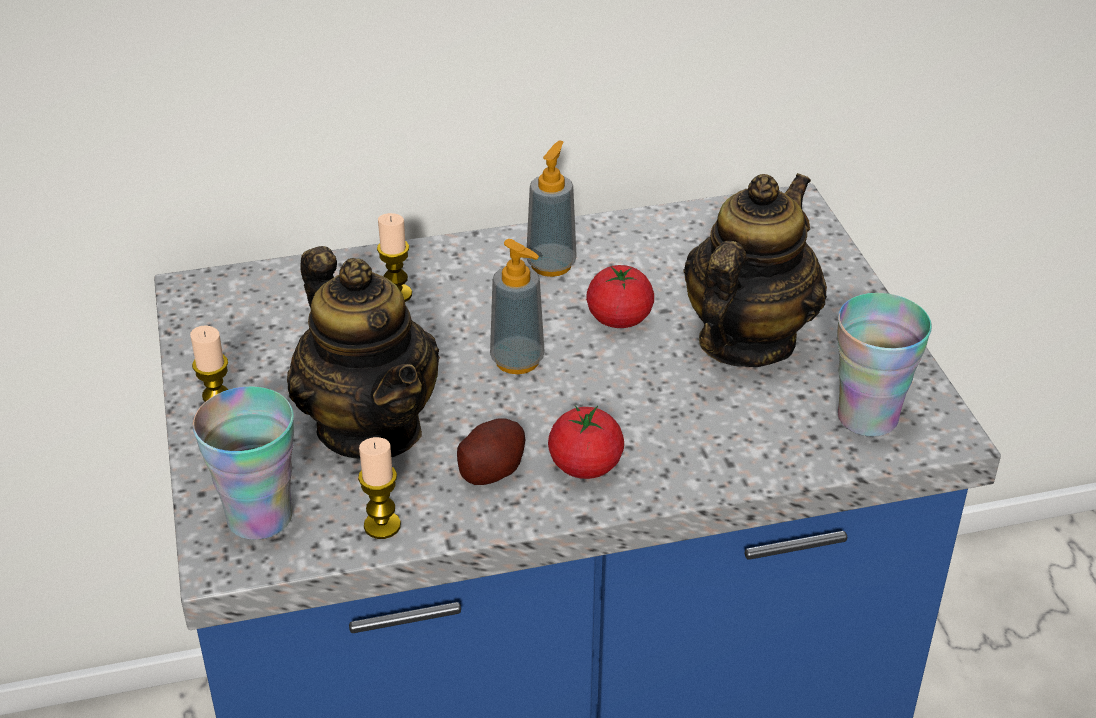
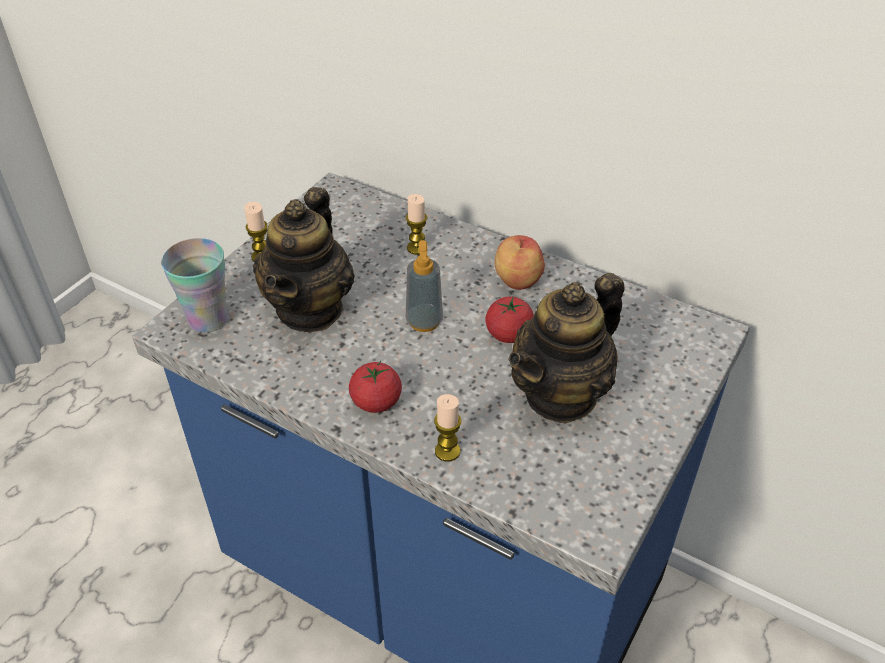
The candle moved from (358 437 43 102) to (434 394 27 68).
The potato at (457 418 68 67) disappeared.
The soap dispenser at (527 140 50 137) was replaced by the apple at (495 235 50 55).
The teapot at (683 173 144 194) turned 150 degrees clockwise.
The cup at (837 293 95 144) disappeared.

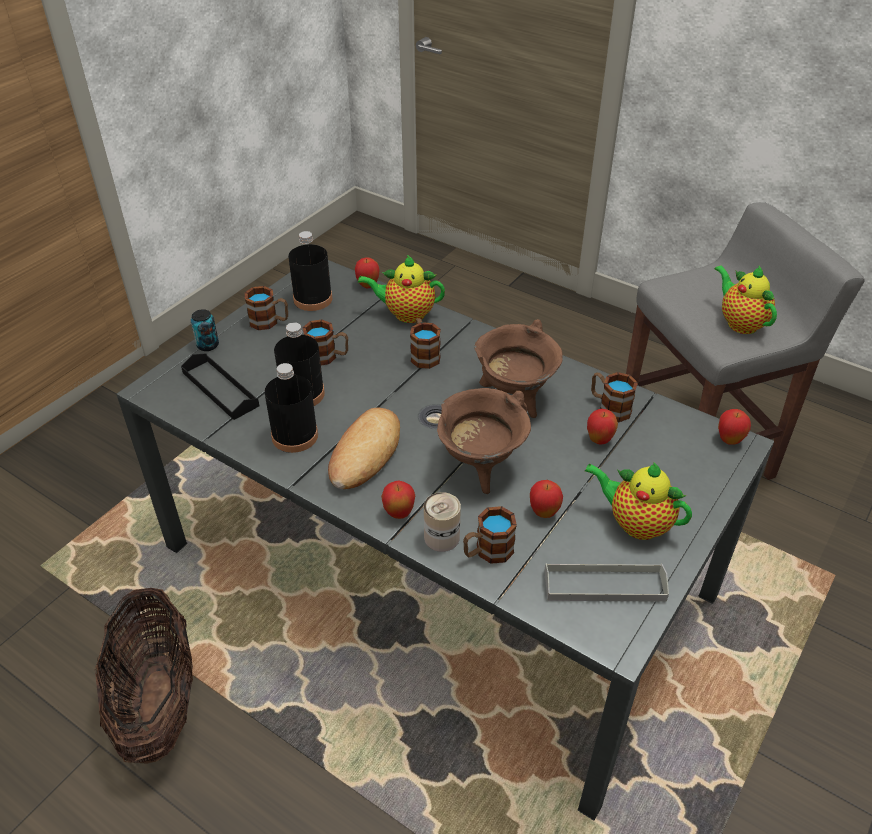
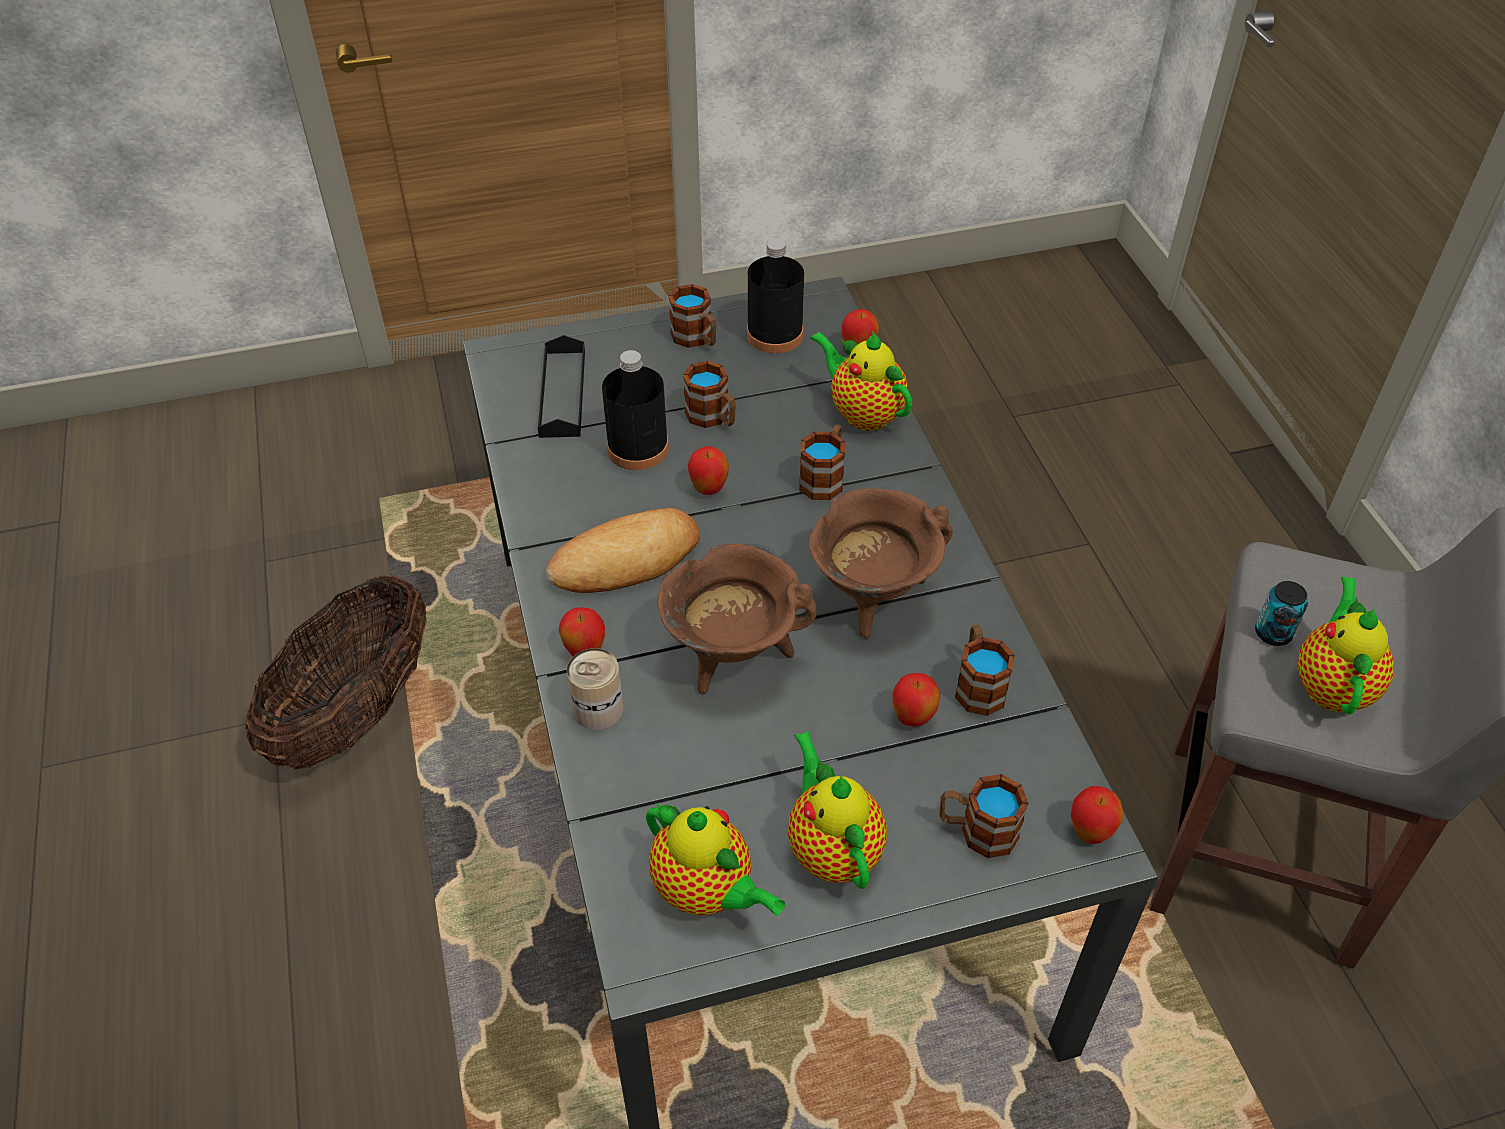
The can moved from (191 309 28 42) to (1255 581 53 65).
The black bottle at (264 363 54 90) disappeared.
The mug moved from (463 506 54 58) to (940 774 89 84).
The apple moved from (530 480 33 38) to (688 446 41 49).
The grey tray at (544 563 125 39) was replaced by the teapot at (646 803 139 113).

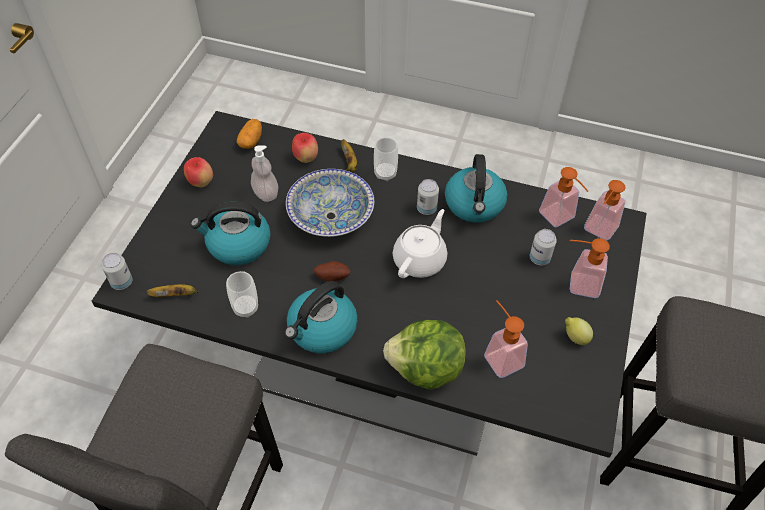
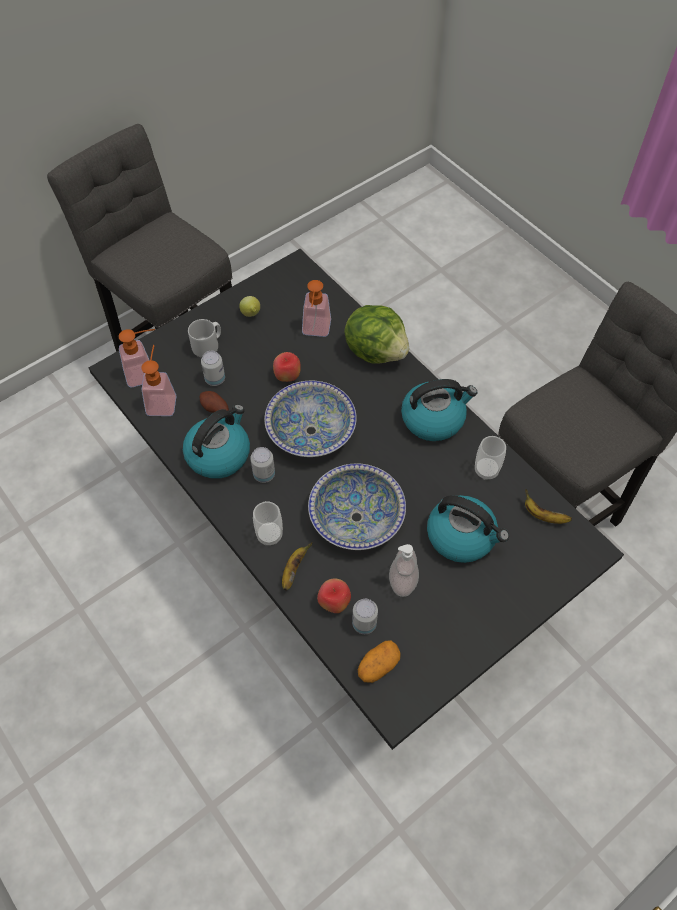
The can moved from (102 253 30 37) to (352 599 26 35).
The apple moved from (184 157 29 30) to (273 352 28 30).
The potato moved from (314 261 37 20) to (200 391 29 22).
The white teapot at (393 209 54 69) was replaced by the bowl at (264 381 93 76).
The soap dispenser at (570 238 40 60) was replaced by the grey mug at (188 319 33 39).

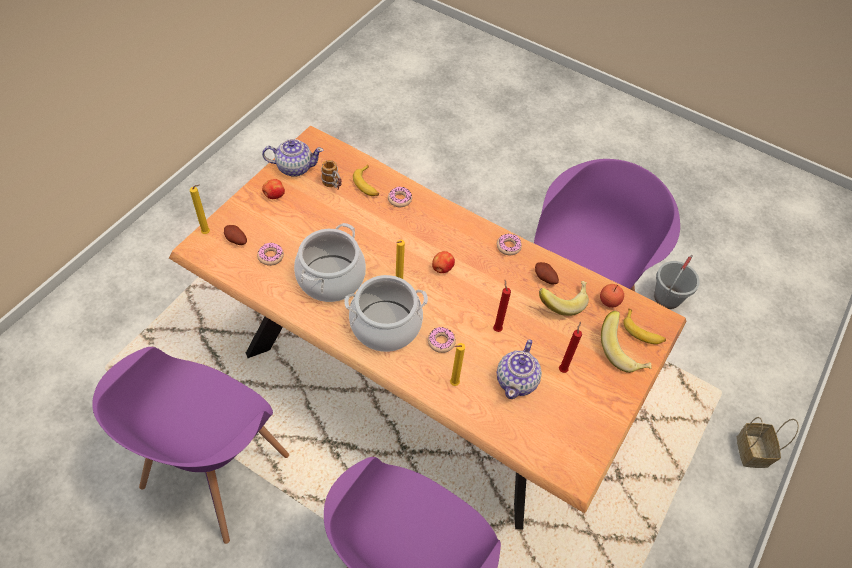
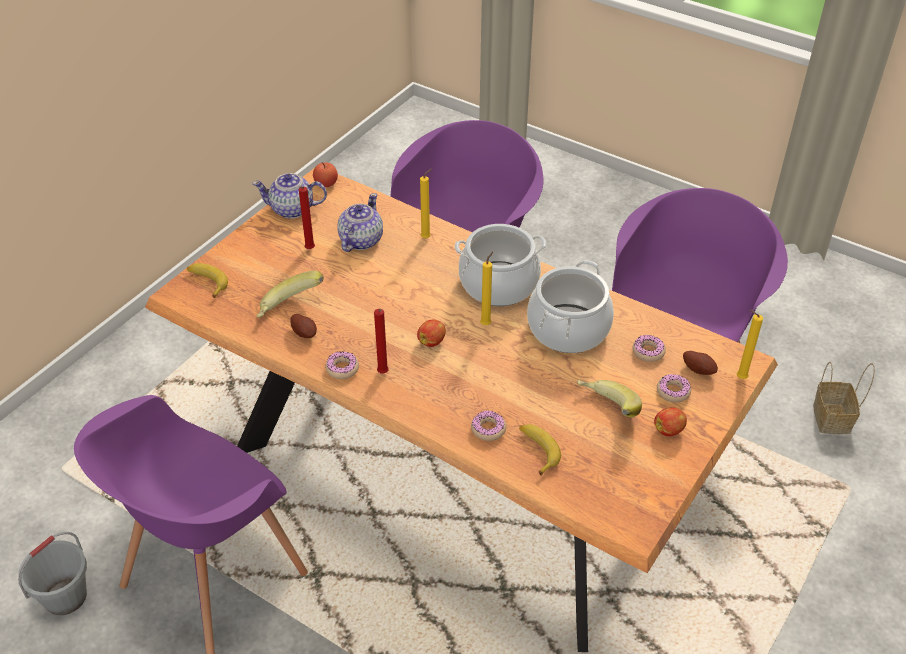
The teapot moved from (262 139 62 38) to (252 173 75 46).
The mug at (321 160 21 29) disappeared.
The donut moved from (428 327 28 26) to (657 374 34 28).
The red candle moved from (493 280 18 52) to (374 309 15 65).
The apple moved from (600 284 24 24) to (313 162 25 25).
The banana moved from (601 311 50 62) to (577 380 65 37).
The basket moved from (737 417 62 51) to (813 362 62 72).

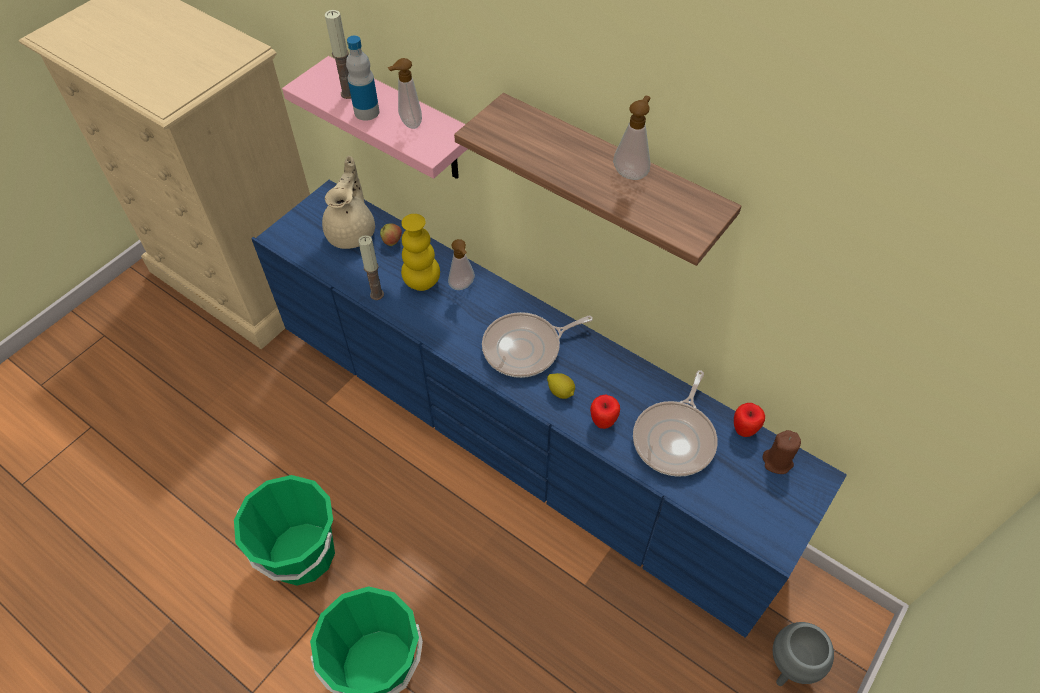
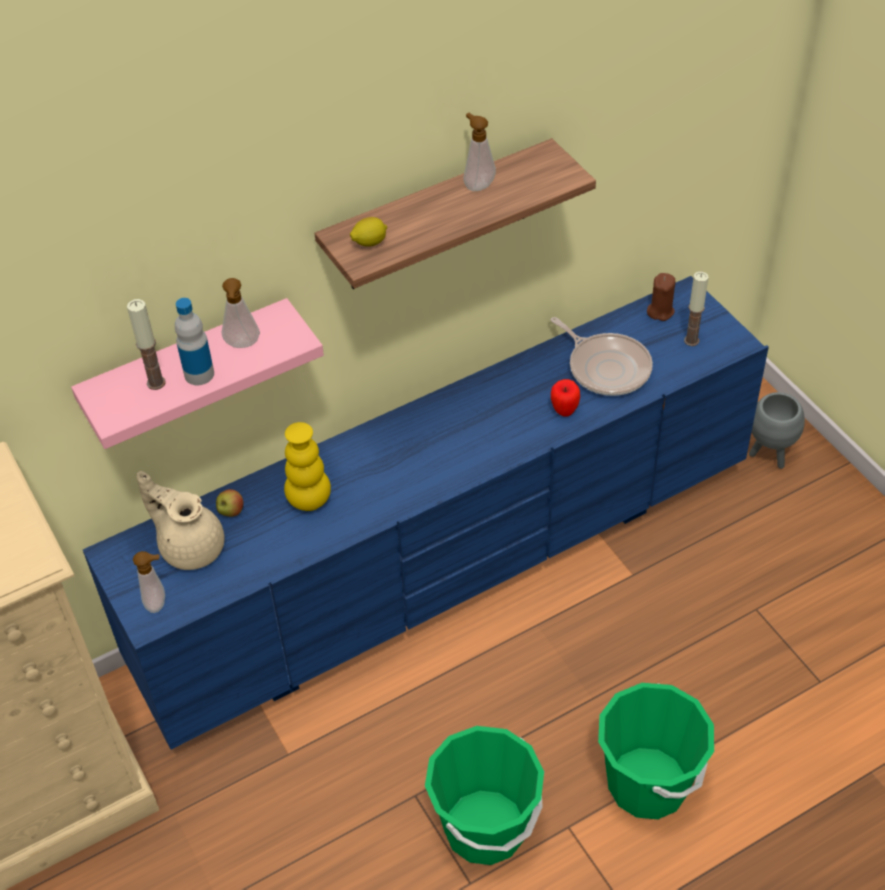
The candle moved from (358 235 26 65) to (684 271 24 75).
The soap dispenser moved from (448 239 27 51) to (133 551 32 62).
The frying pan at (482 312 111 66) disappeared.
The lemon moved from (547 373 28 26) to (350 217 37 30).
The apple at (734 403 31 34) disappeared.

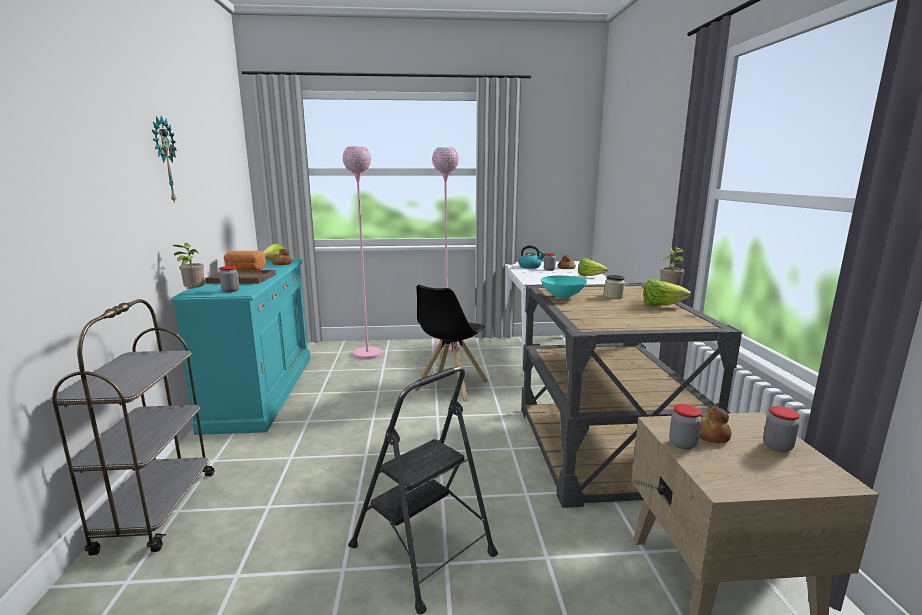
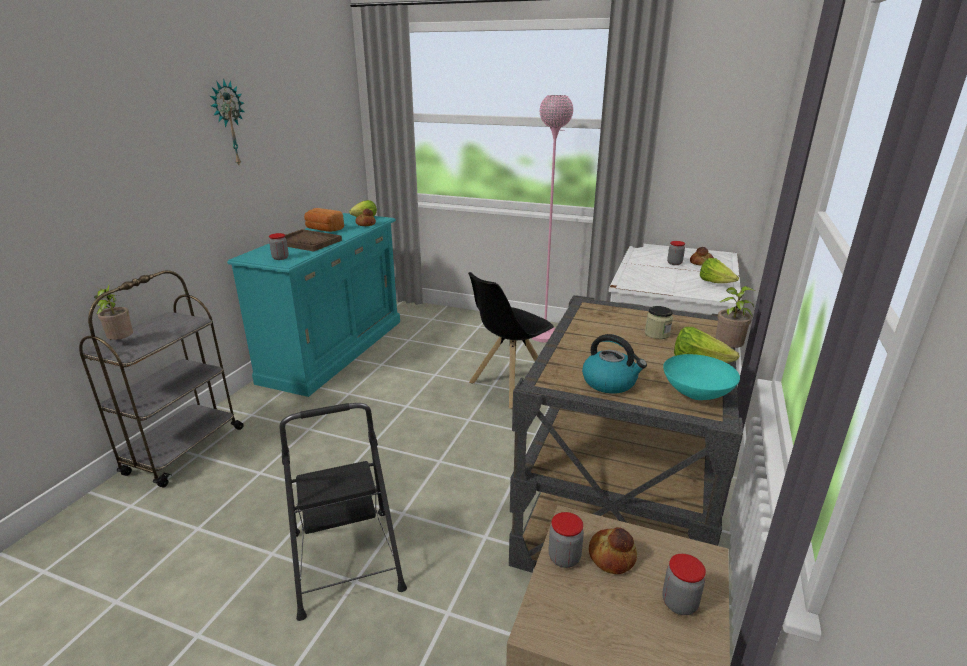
The potted plant moved from (173 243 32 49) to (93 285 40 55).
The pink floor lamp at (342 146 40 214) disappeared.
The kettle moved from (518 245 27 24) to (582 334 65 60).
The turquoise bowl moved from (541 276 46 22) to (663 354 77 46).

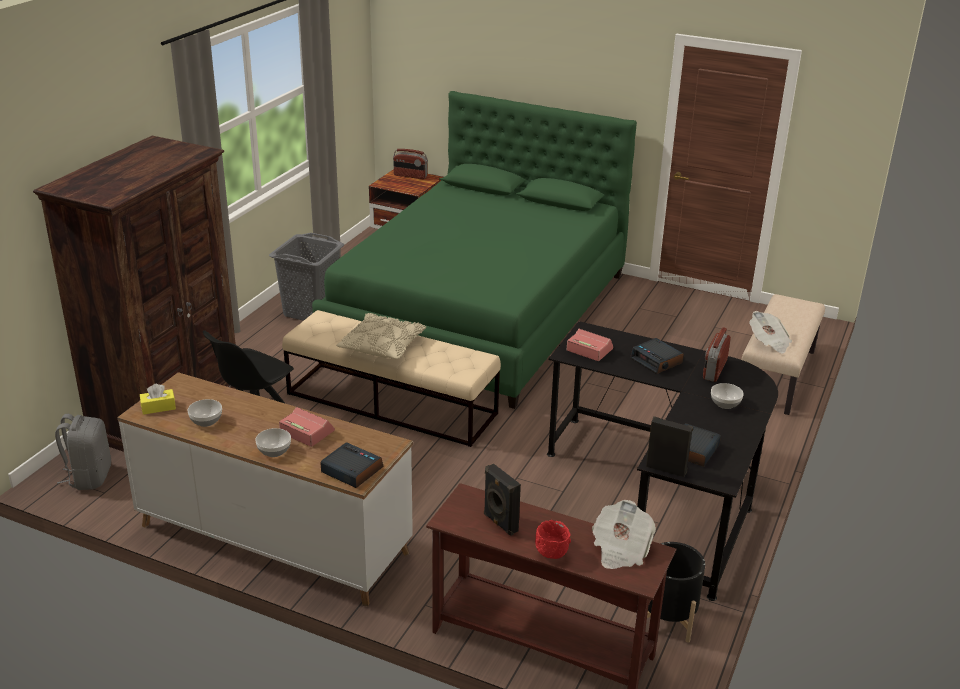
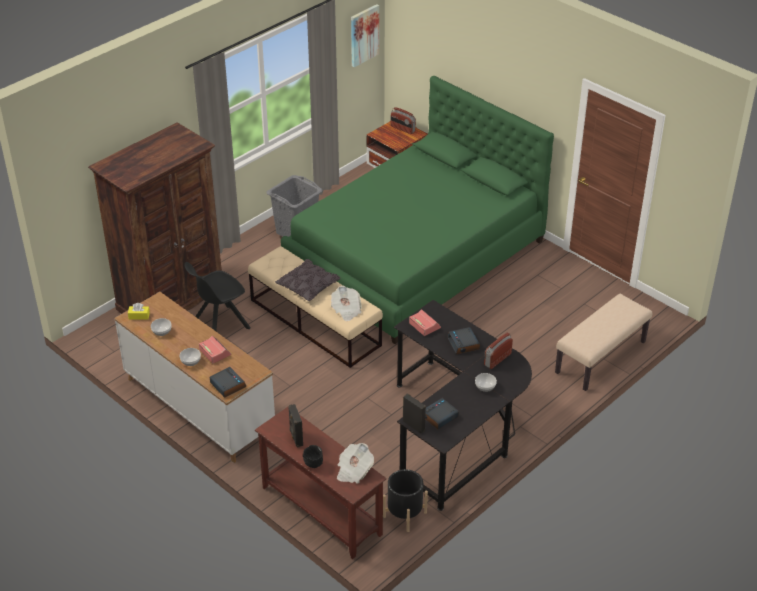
The grey backpack at (55 414 56 76) disappeared.
The beige pillow at (336 313 90 46) became the black pillow at (275 259 65 42).
The red bowl at (535 520 36 39) became the black bowl at (303 445 20 23).
The newspaper moved from (749 311 43 43) to (331 286 31 35).
The picture at (351 4 28 63) appeared.

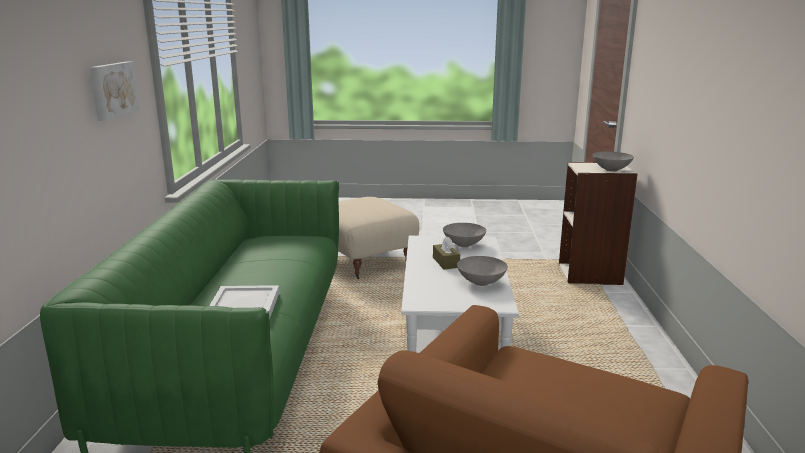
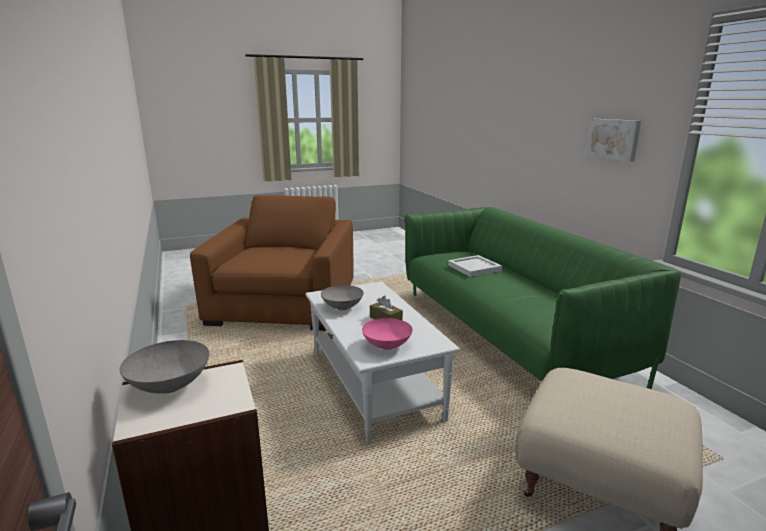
The grey bowl at (443 223 43 24) became the pink bowl at (362 318 51 32).

